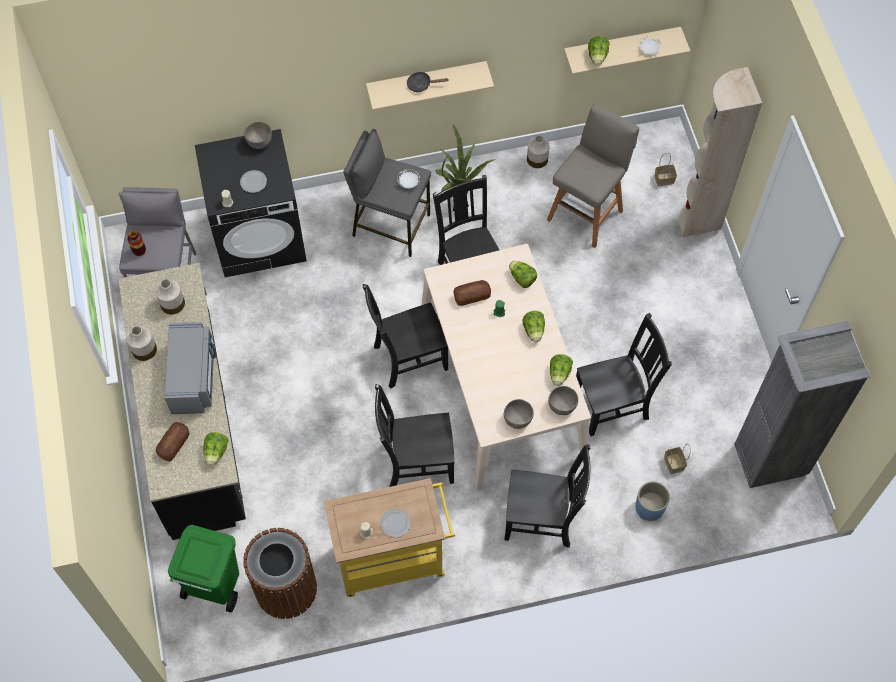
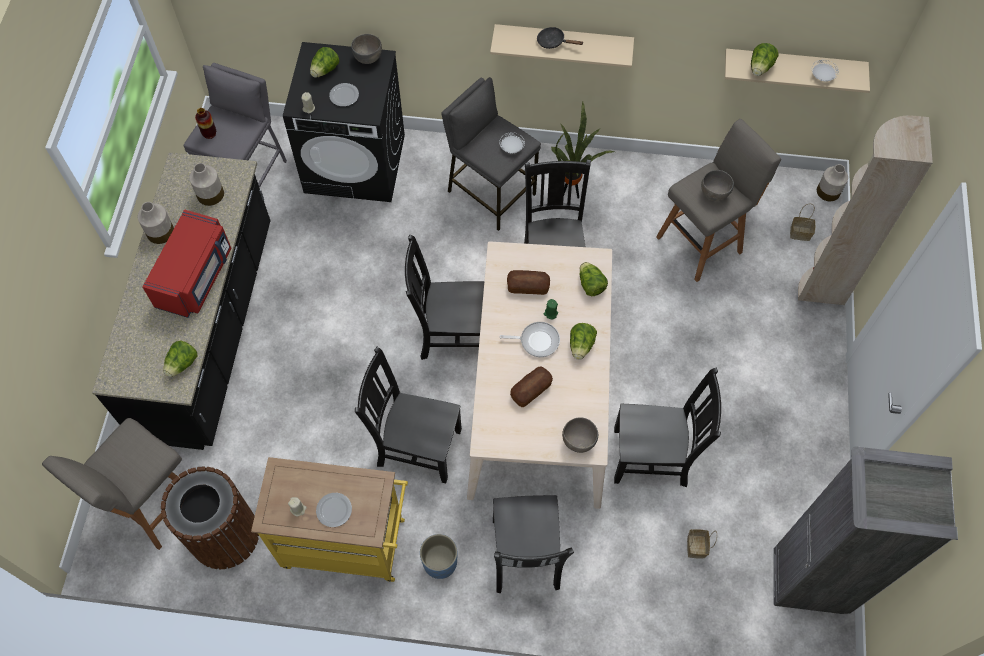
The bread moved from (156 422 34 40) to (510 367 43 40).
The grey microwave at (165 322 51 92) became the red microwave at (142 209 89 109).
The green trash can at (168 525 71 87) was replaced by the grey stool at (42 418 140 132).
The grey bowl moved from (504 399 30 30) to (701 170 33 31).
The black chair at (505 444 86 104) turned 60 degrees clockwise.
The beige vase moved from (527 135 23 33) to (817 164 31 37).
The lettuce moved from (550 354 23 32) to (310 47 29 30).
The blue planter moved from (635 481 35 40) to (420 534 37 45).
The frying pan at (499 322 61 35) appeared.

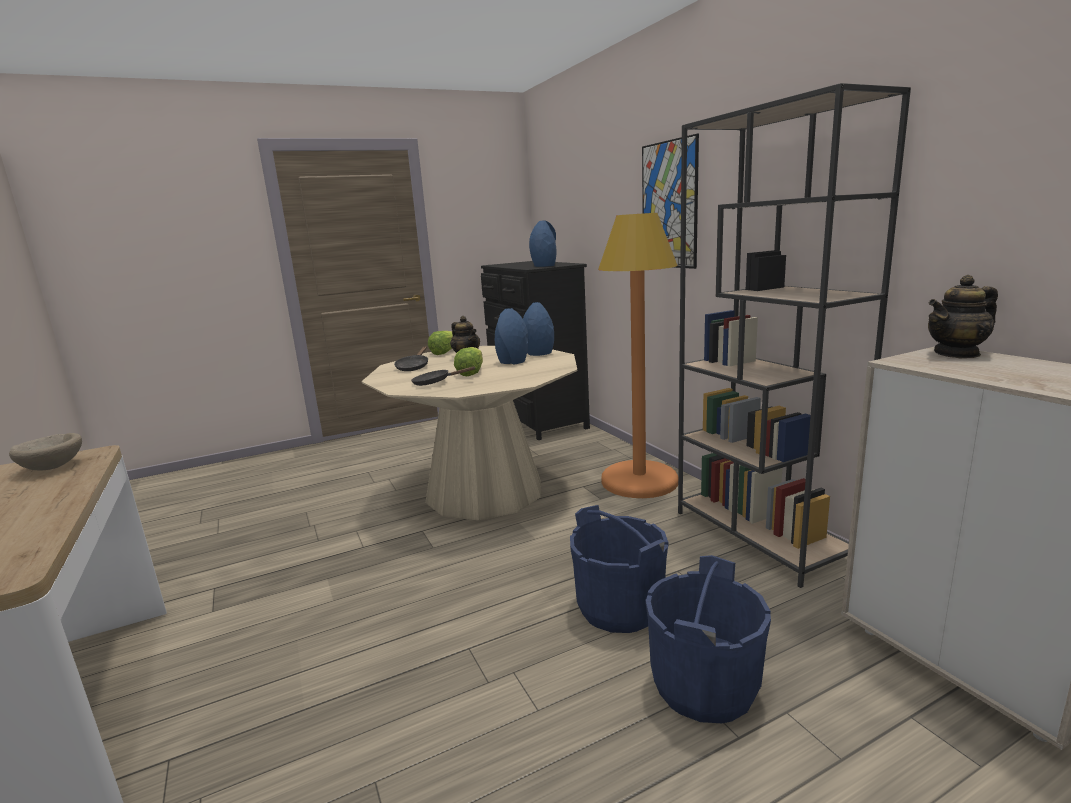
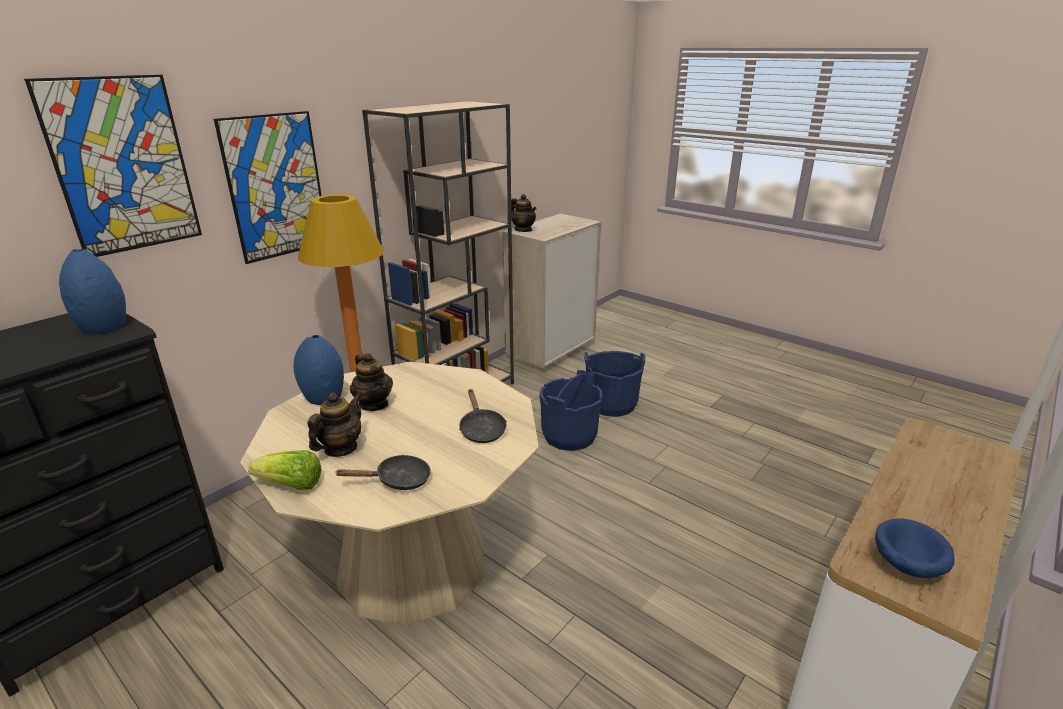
The beige bowl at (9 433 73 38) became the blue bowl at (875 519 80 59).
The lettuce at (454 347 29 29) disappeared.
The blue vase at (495 308 33 56) was replaced by the teapot at (350 353 43 58).
The picture at (24 75 178 182) appeared.

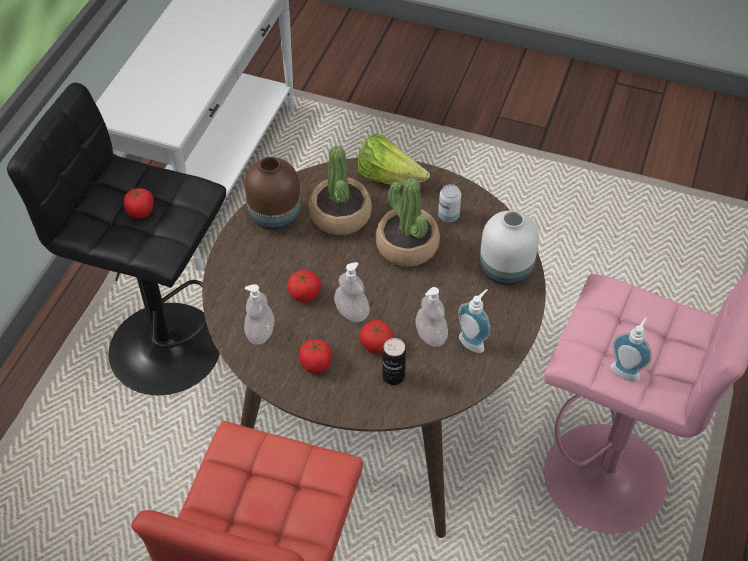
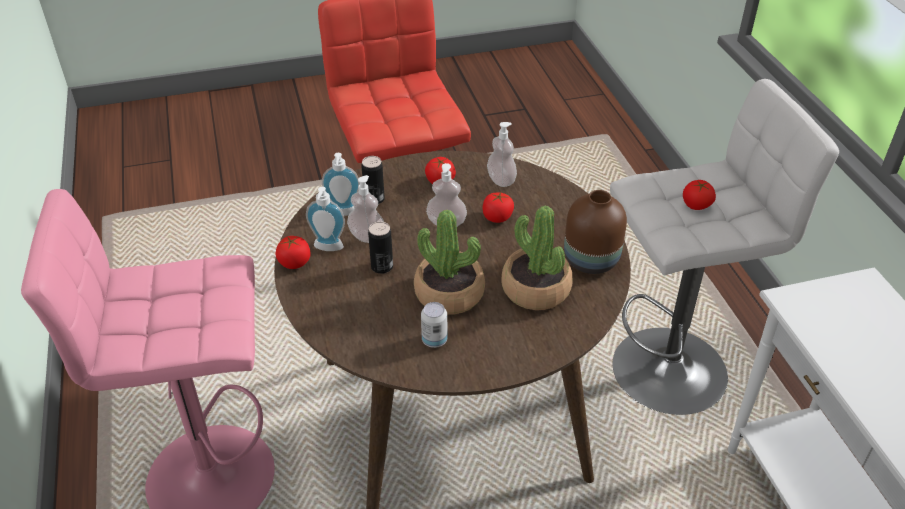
The black stool at (7 82 219 313) became the white stool at (610 79 229 336).
The lettuce at (358 134 72 52) disappeared.
The tomato moved from (360 320 34 34) to (275 236 35 33).
The white vase at (480 210 59 75) disappeared.
The soap dispenser moved from (610 317 42 65) to (322 153 38 63).
The can at (368 221 25 53) appeared.

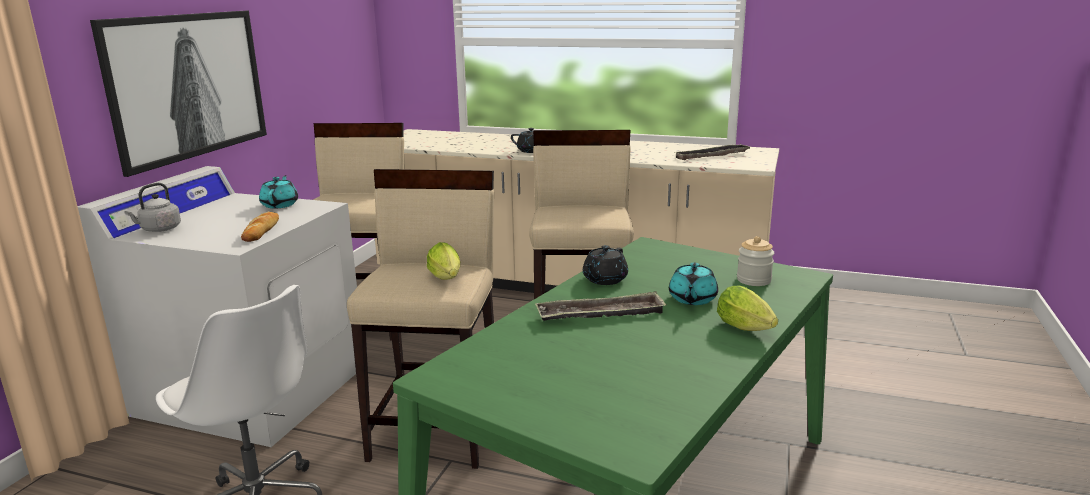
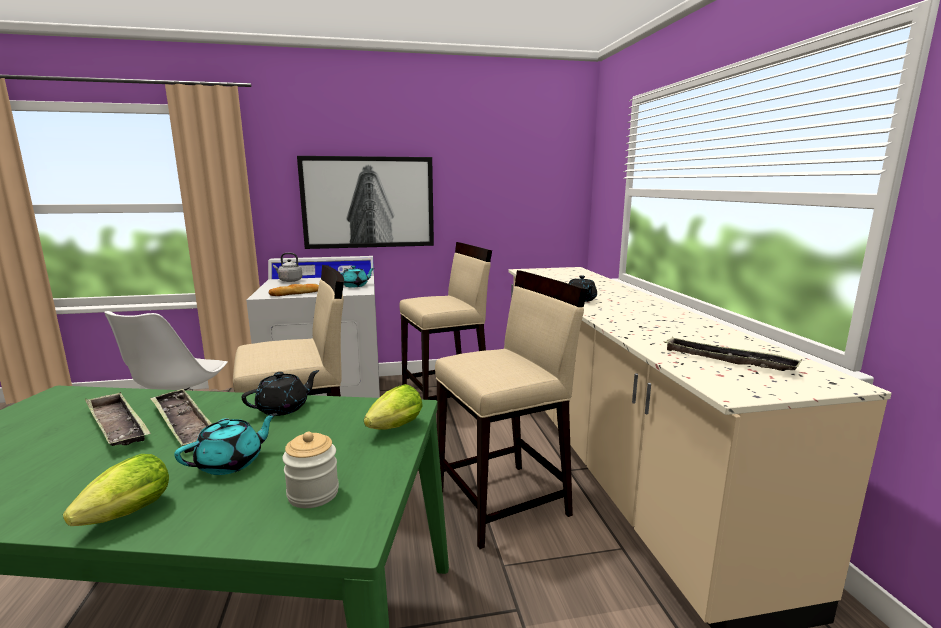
The lettuce moved from (427 242 33 38) to (364 384 59 46).
The black teapot at (583 245 45 40) turned 135 degrees clockwise.
The turquoise teapot at (669 262 49 43) turned 150 degrees clockwise.
The tray at (85 392 66 54) appeared.

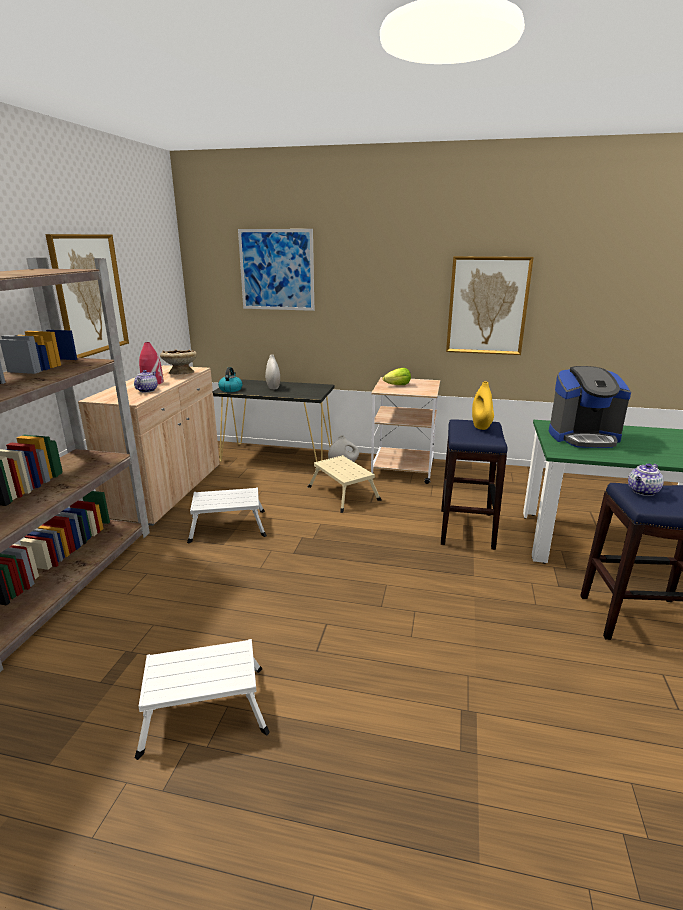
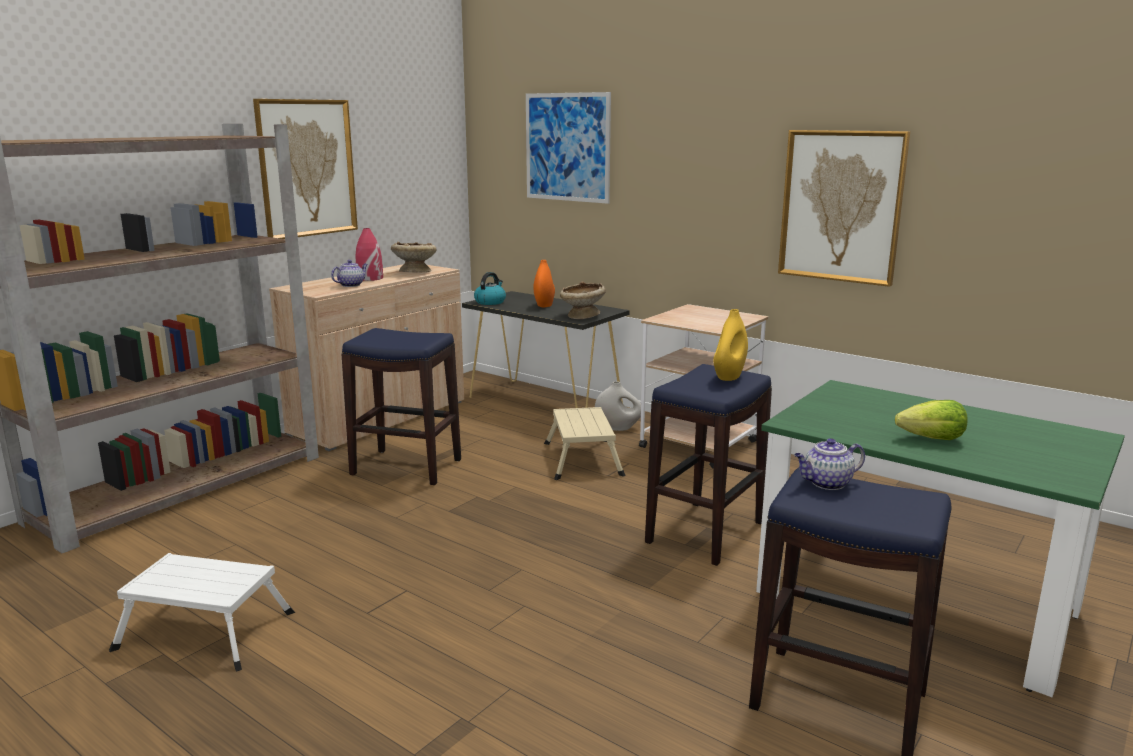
The white step ladder at (187 487 80 57) was replaced by the stool at (342 328 119 157).
The white vase at (265 355 15 34) became the orange vase at (533 260 22 47).
The lettuce moved from (383 368 28 17) to (895 400 73 40).
The coffee machine at (549 366 82 82) disappeared.
The beige bowl at (560 281 46 38) appeared.

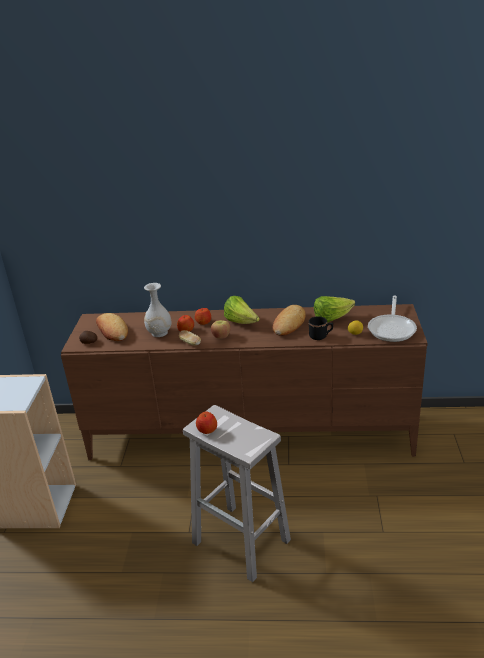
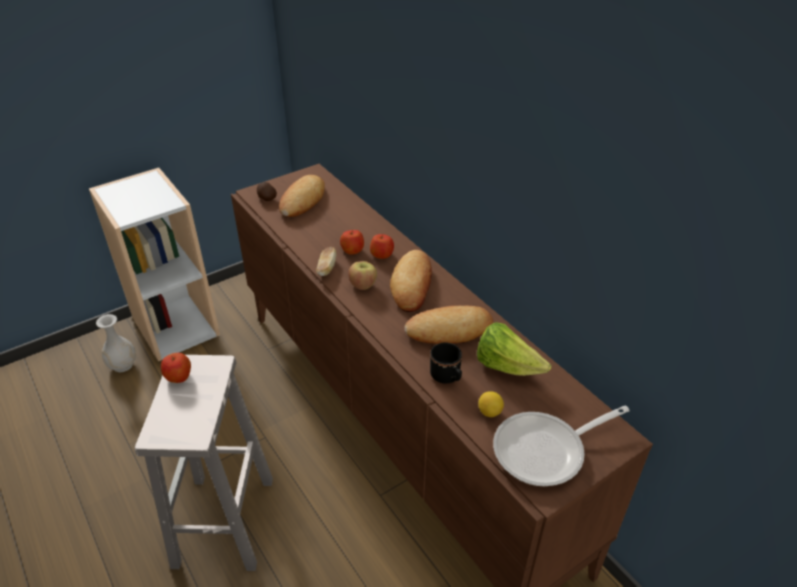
The white vase moved from (144 283 28 54) to (96 314 40 58).
The lettuce at (224 296 36 28) was replaced by the bread at (390 250 42 62).

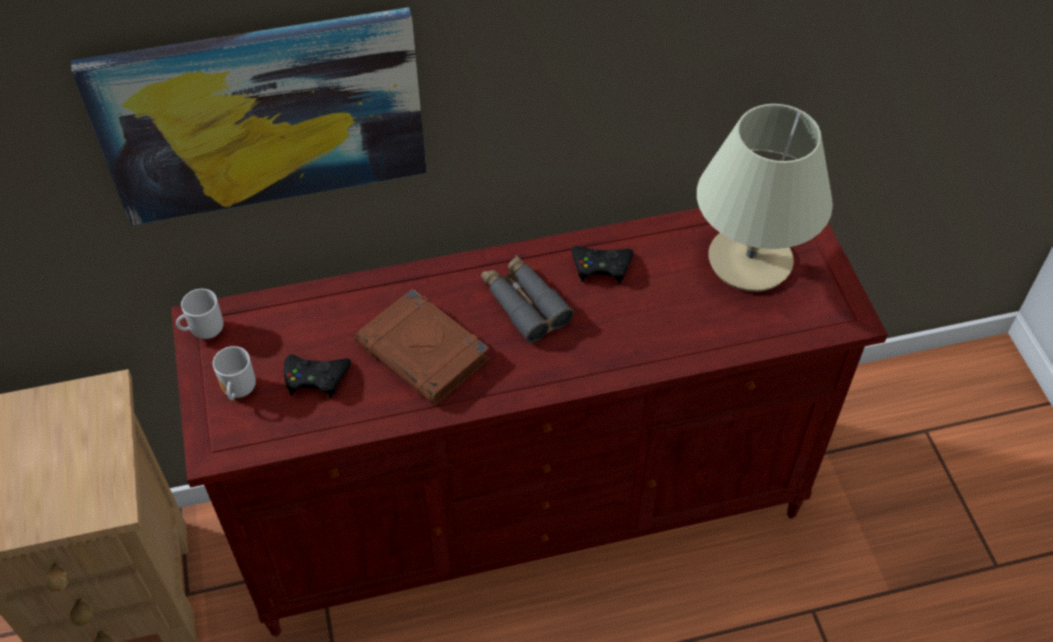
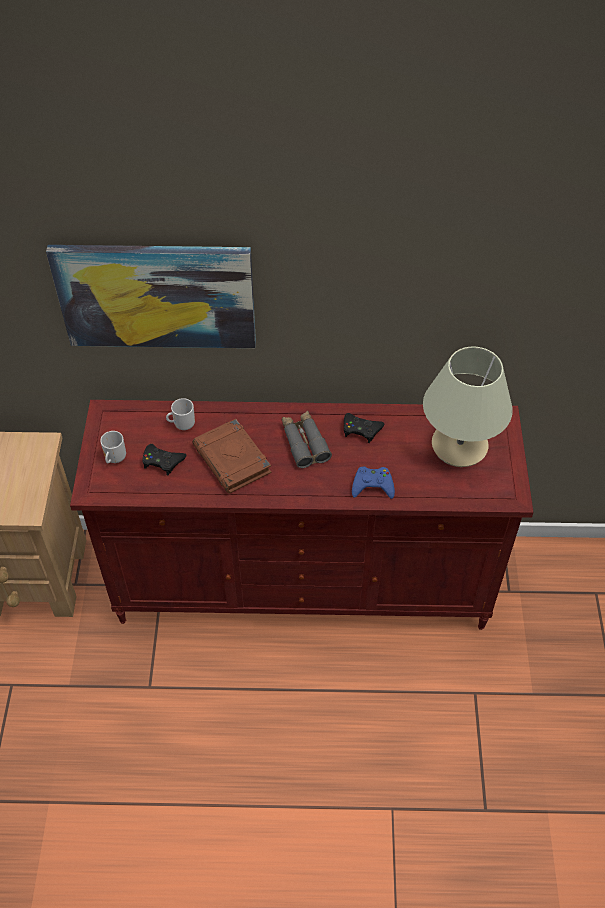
The mug moved from (176 289 48 50) to (166 398 29 32).
The blue game controller at (352 467 43 32) appeared.

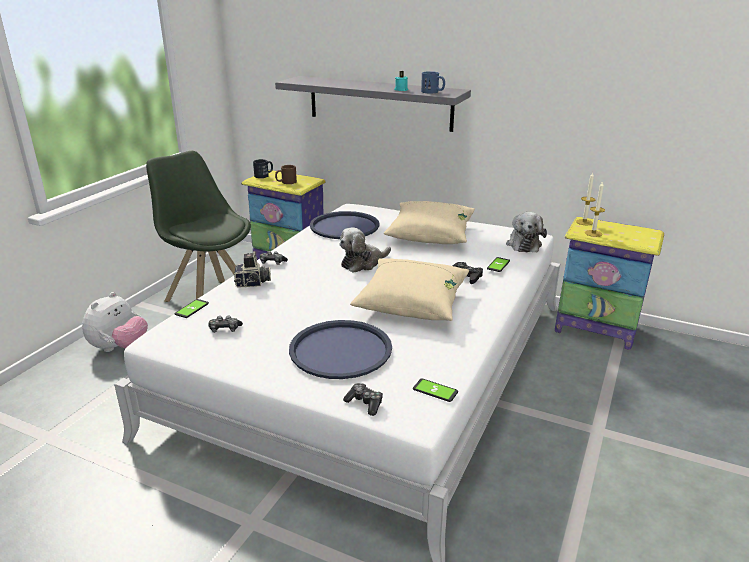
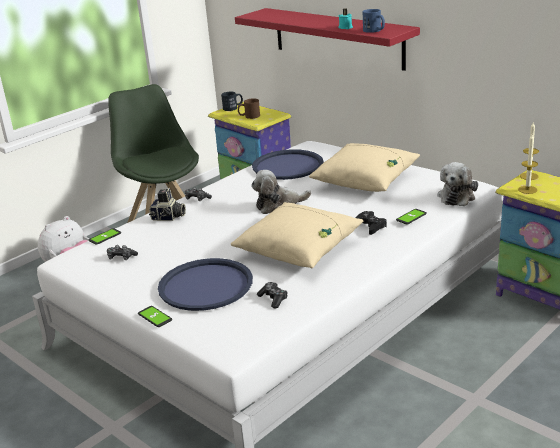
The grey shelf at (275 76 196 56) became the red shelf at (235 8 185 63).
The game controller moved from (343 383 40 33) to (257 282 31 27).
The phone moved from (413 379 45 23) to (138 306 34 21).

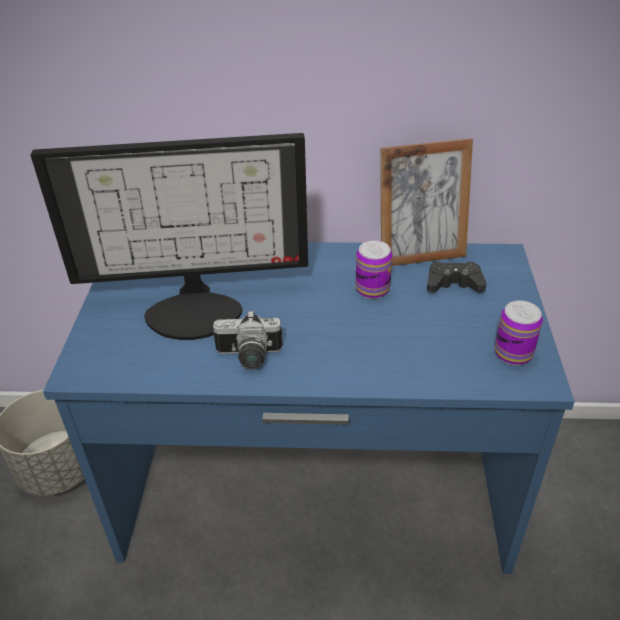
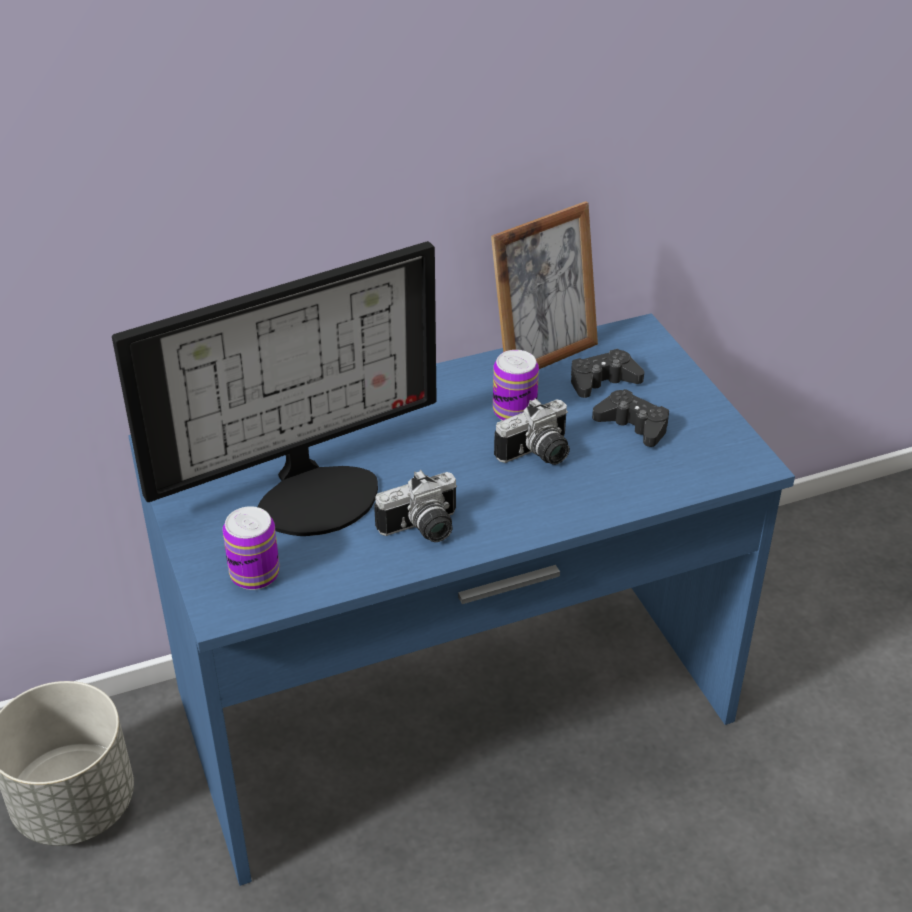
The can moved from (495 300 48 65) to (222 506 58 84).
The photo camera at (494 398 76 67) appeared.
The black game controller at (592 389 77 58) appeared.

